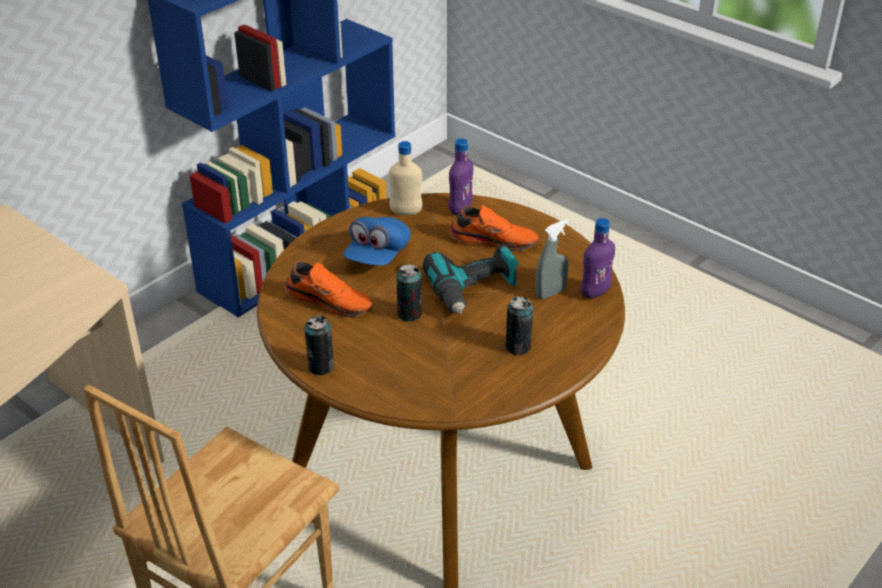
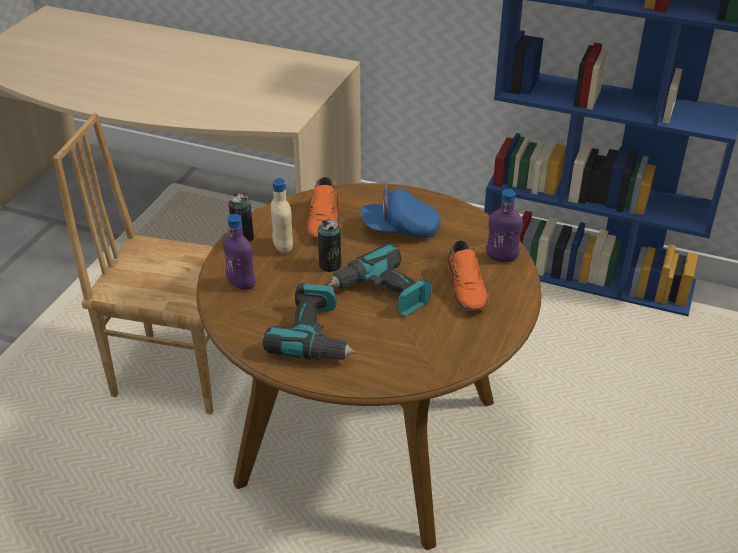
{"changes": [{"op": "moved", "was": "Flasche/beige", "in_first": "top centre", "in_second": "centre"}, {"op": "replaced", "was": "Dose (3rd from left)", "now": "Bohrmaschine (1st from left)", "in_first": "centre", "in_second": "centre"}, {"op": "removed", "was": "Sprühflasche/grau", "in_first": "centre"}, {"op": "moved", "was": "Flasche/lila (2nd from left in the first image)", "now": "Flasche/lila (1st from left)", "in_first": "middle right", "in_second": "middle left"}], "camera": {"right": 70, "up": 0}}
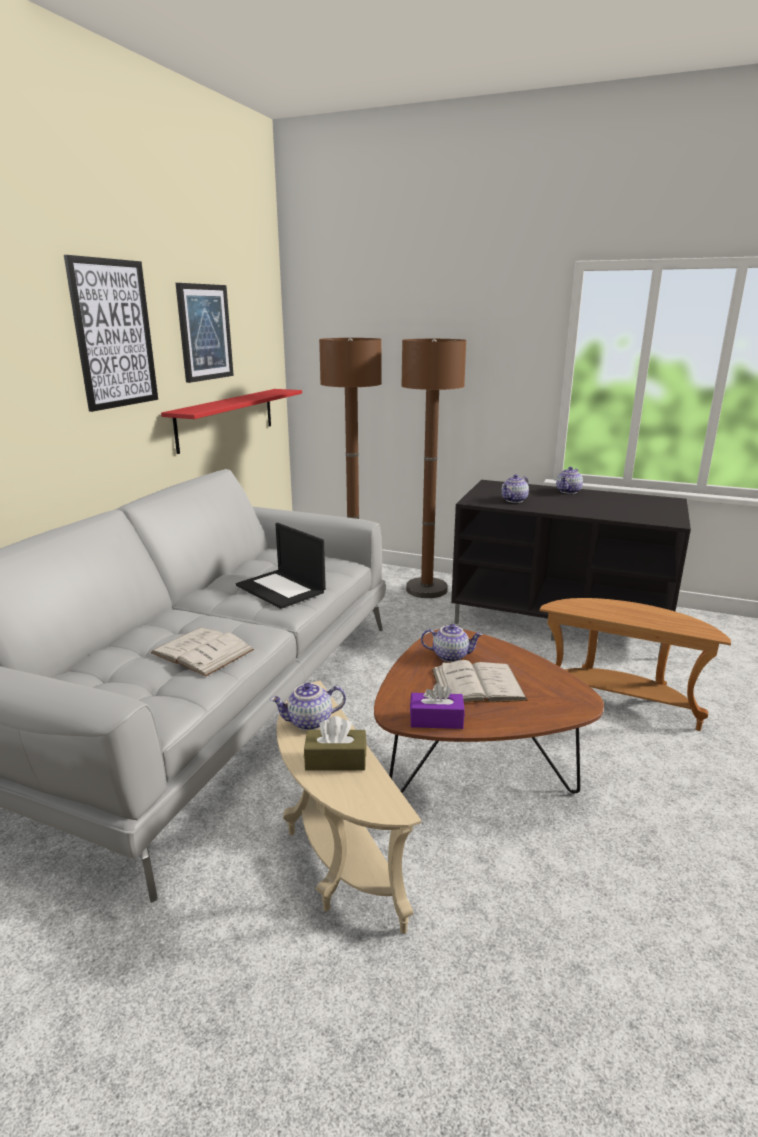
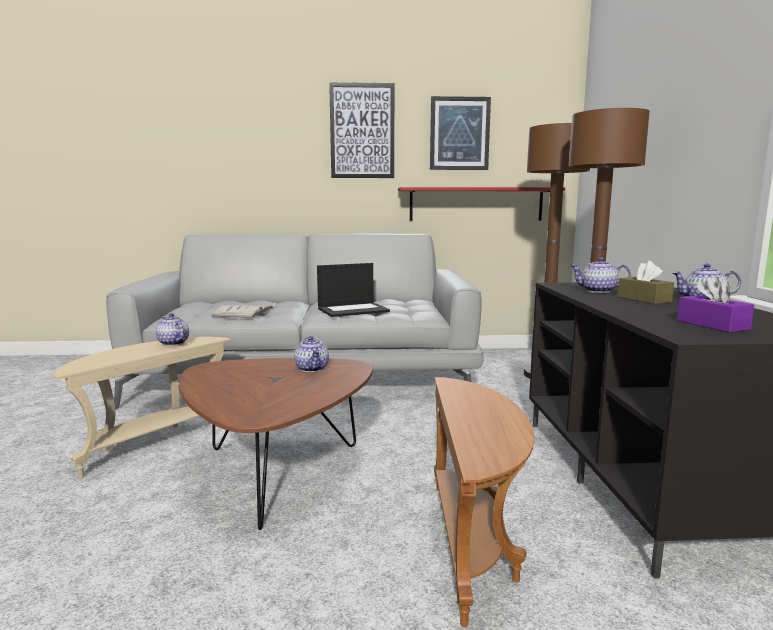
{"changes": [{"op": "turned", "was": "Laptop", "in_first": "centre", "in_second": "centre", "clockwise": -135}, {"op": "moved", "was": "Taschentuchbox/braun", "in_first": "centre", "in_second": "middle right"}, {"op": "moved", "was": "Taschentuchbox/lila", "in_first": "centre", "in_second": "middle right"}, {"op": "removed", "was": "Buch/weiß (2nd from left)", "in_first": "centre"}], "camera": {"right": 65, "up": -10}}
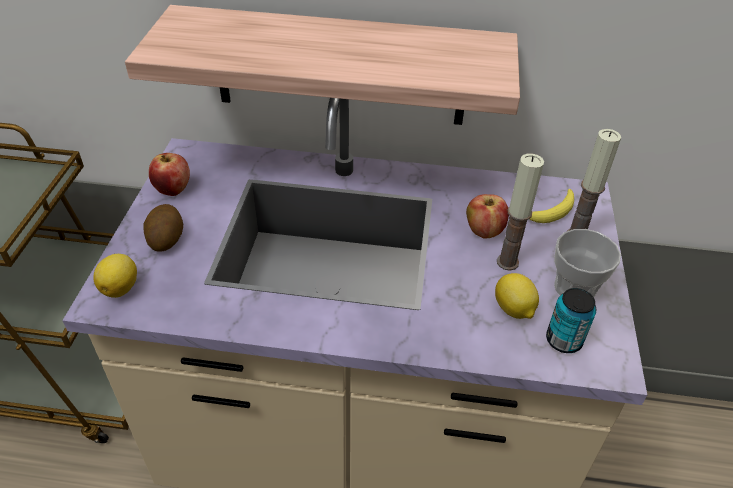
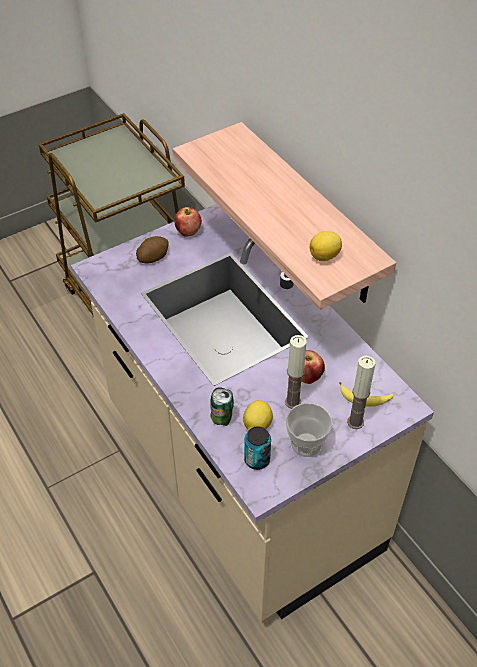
{"changes": [{"op": "moved", "was": "Zitrone (1st from left in the first image)", "now": "Zitrone (2nd from left)", "in_first": "middle left", "in_second": "middle right"}, {"op": "added", "now": "Dose (1st from left)", "in_second": "centre"}], "camera": {"right": 50, "up": 5}}
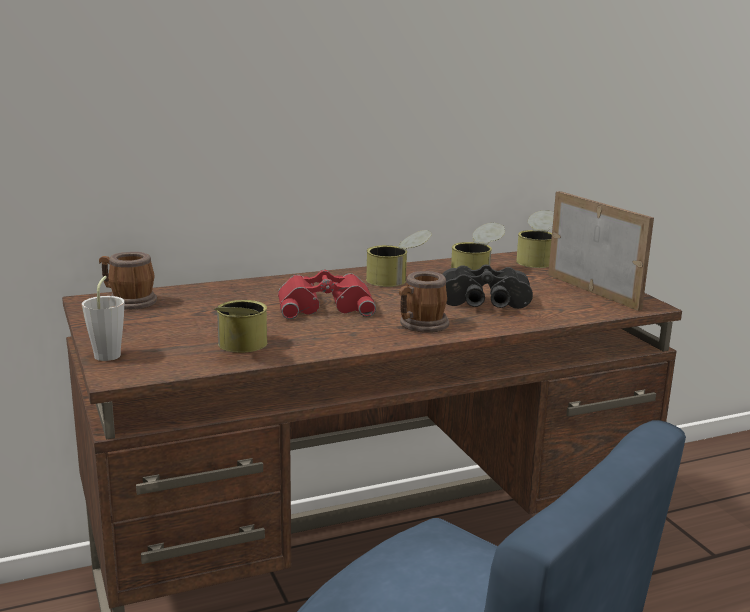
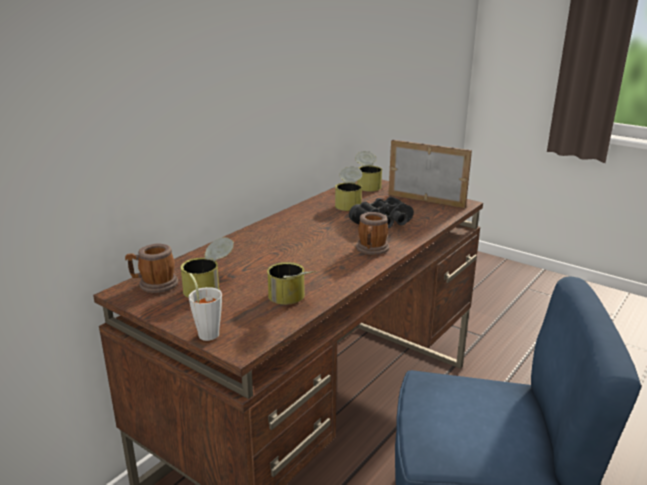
{"changes": [{"op": "removed", "was": "Fernglas/rot", "in_first": "centre"}, {"op": "moved", "was": "Dose (2nd from left in the first image)", "now": "Dose (1st from left)", "in_first": "centre", "in_second": "middle left"}], "camera": {"right": -30, "up": 5}}
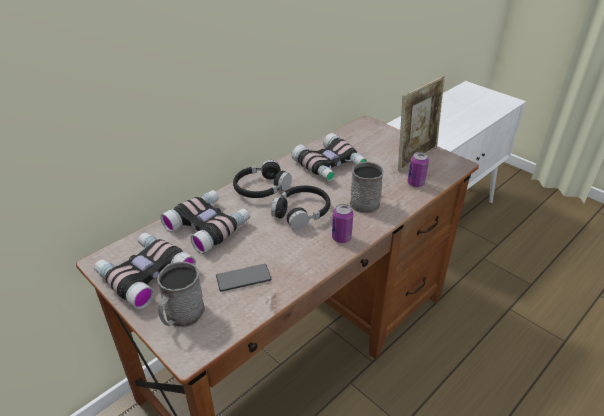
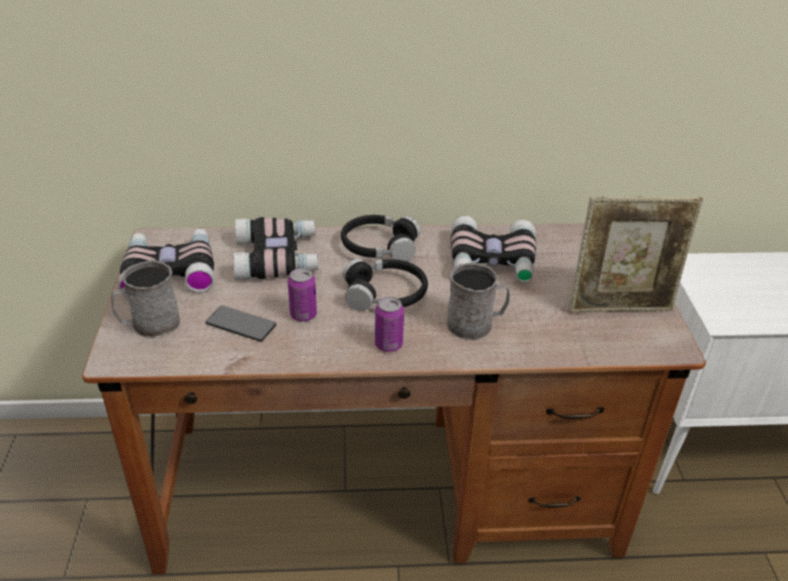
{"changes": [{"op": "moved", "was": "Dose (2nd from left in the first image)", "now": "Dose (1st from left)", "in_first": "middle right", "in_second": "centre"}], "camera": {"right": 40, "up": 0}}
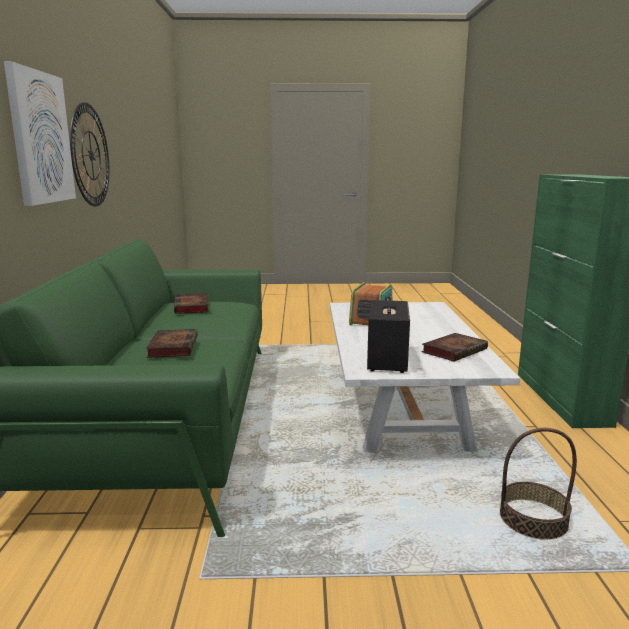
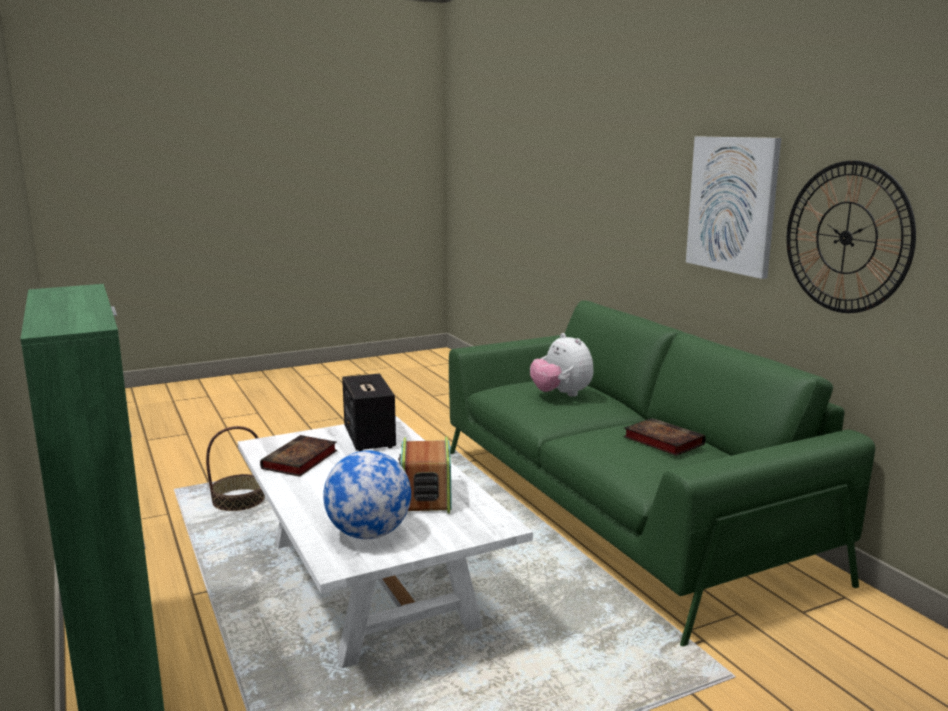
{"changes": [{"op": "replaced", "was": "Buch (1st from left)", "now": "Plüschtier", "in_first": "middle left", "in_second": "centre"}, {"op": "added", "now": "Globus", "in_second": "bottom centre"}], "camera": {"right": 155, "up": 0}}
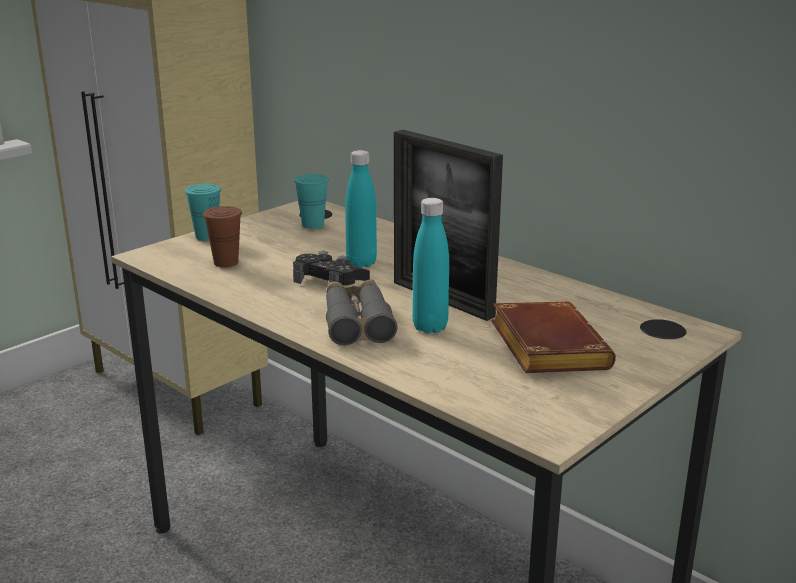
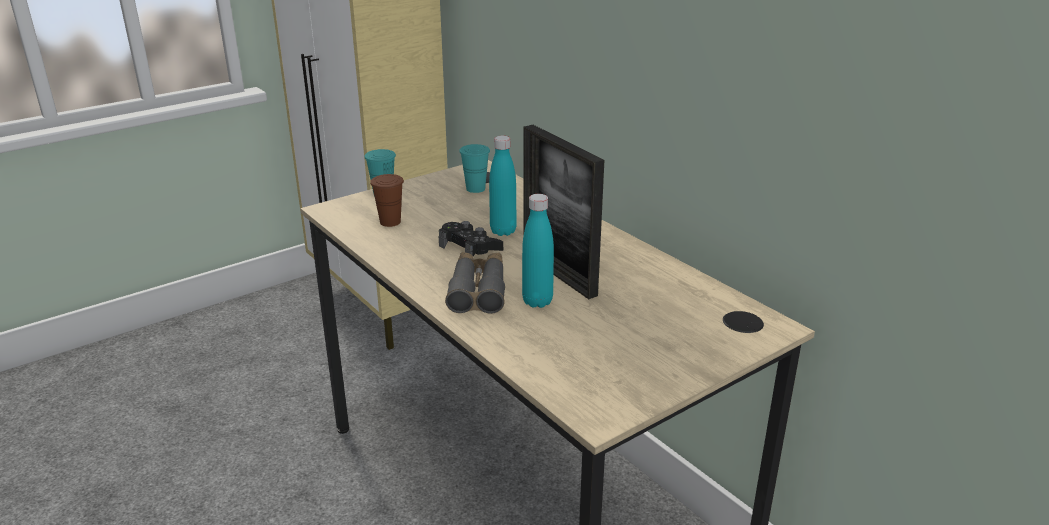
{"changes": [{"op": "removed", "was": "Buch/braun", "in_first": "middle right"}], "camera": {"right": 10, "up": 5}}
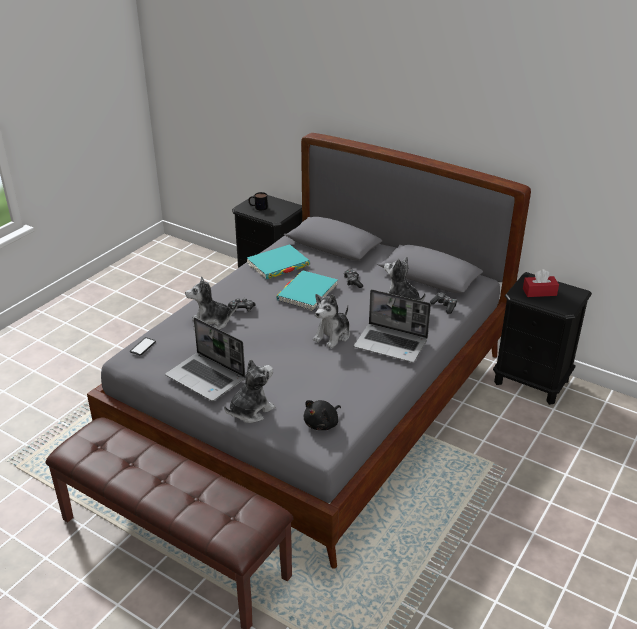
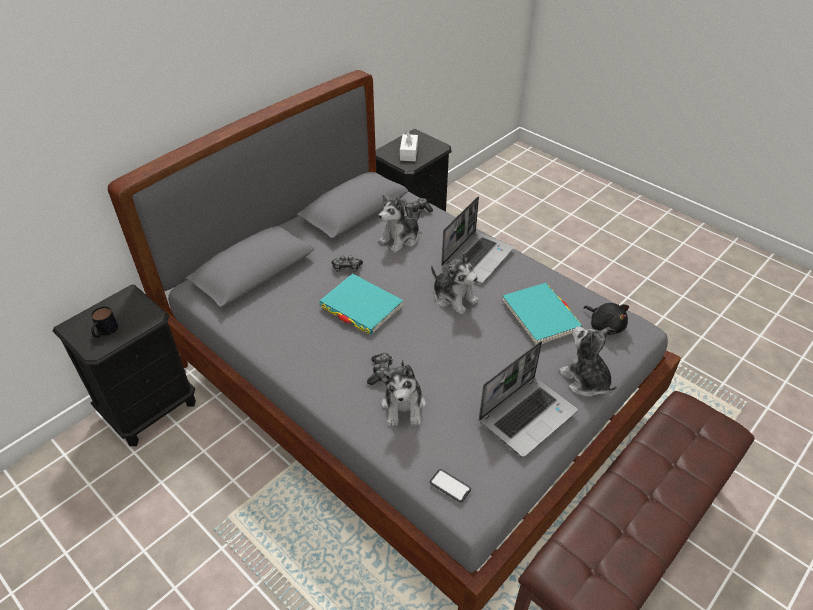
{"changes": [{"op": "moved", "was": "Buch/türkis (1st from left in the first image)", "now": "Buch/türkis (2nd from left)", "in_first": "centre", "in_second": "middle right"}, {"op": "recoloured", "was": "Taschentuchbox/rot", "now": "Taschentuchbox/weiß", "in_first": "middle right", "in_second": "top centre"}], "camera": {"right": -80, "up": 10}}
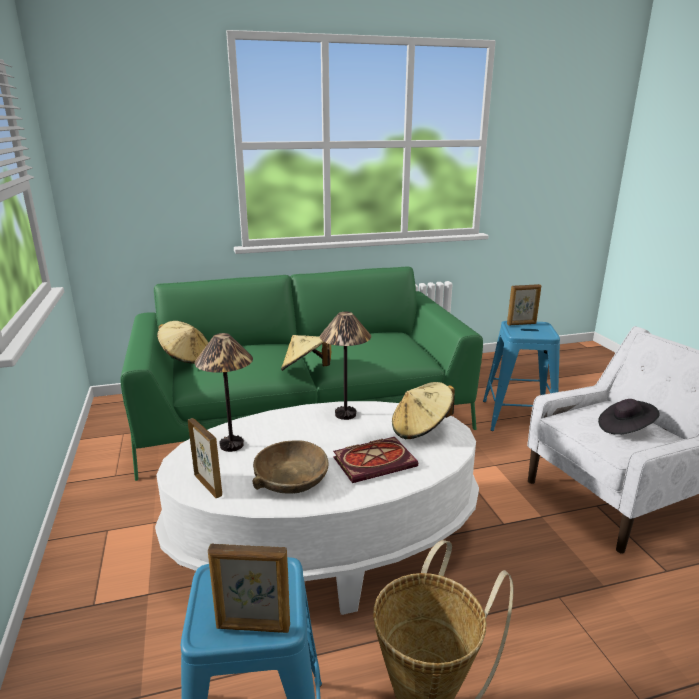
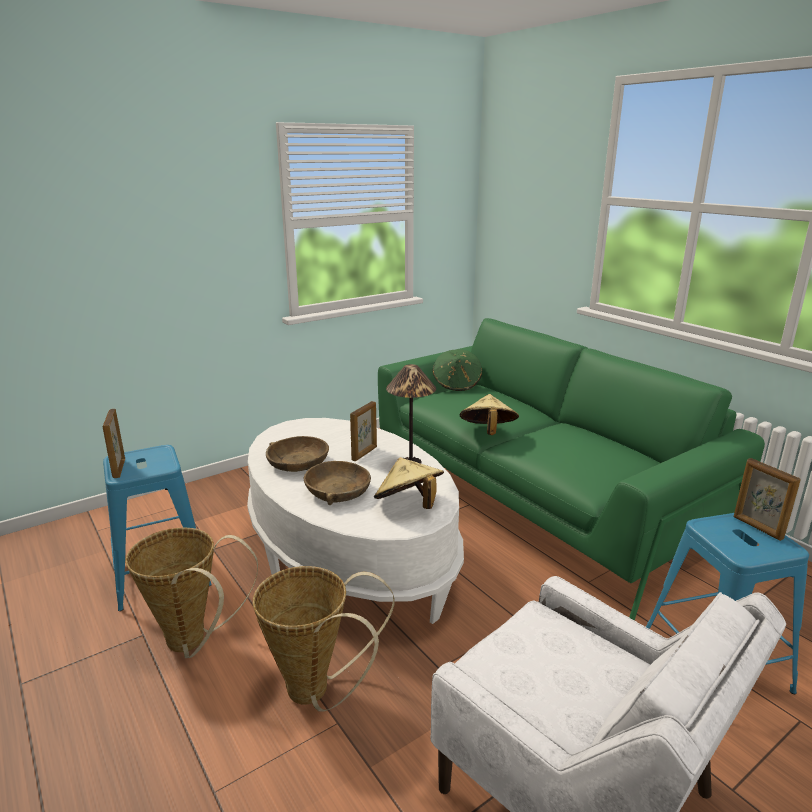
{"changes": [{"op": "recoloured", "was": "Hut/beige (1st from left)", "now": "Hut/grün", "in_first": "middle left", "in_second": "centre"}, {"op": "moved", "was": "Bilderrahmen (1st from left in the first image)", "now": "Bilderrahmen (2nd from left)", "in_first": "middle left", "in_second": "centre"}, {"op": "removed", "was": "Tischlampe (1st from left)", "in_first": "middle left"}, {"op": "replaced", "was": "Buch", "now": "Schüssel/braun (2nd from left)", "in_first": "centre", "in_second": "centre"}, {"op": "removed", "was": "Hut/schwarz", "in_first": "middle right"}, {"op": "added", "now": "Korb (2nd from left)", "in_second": "bottom centre"}], "camera": {"right": 70, "up": 0}}
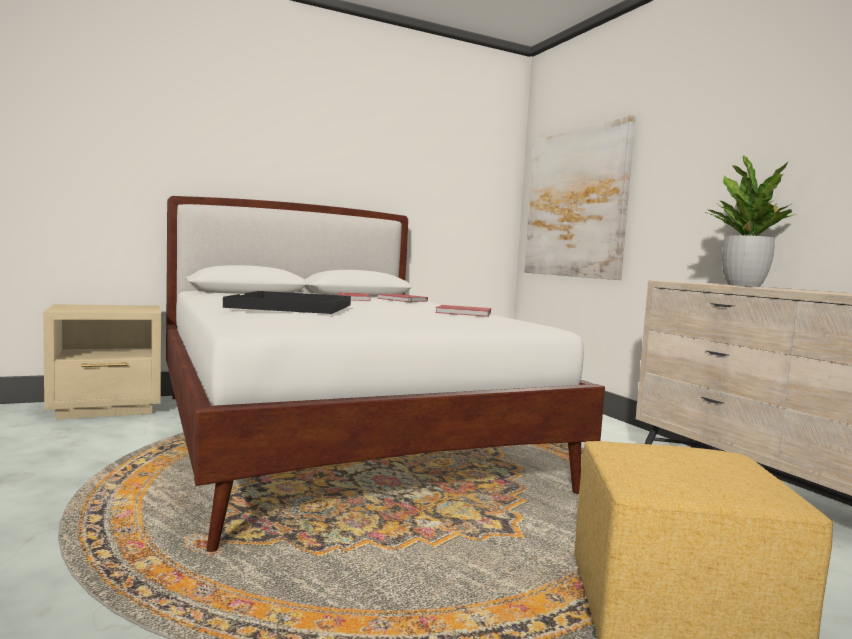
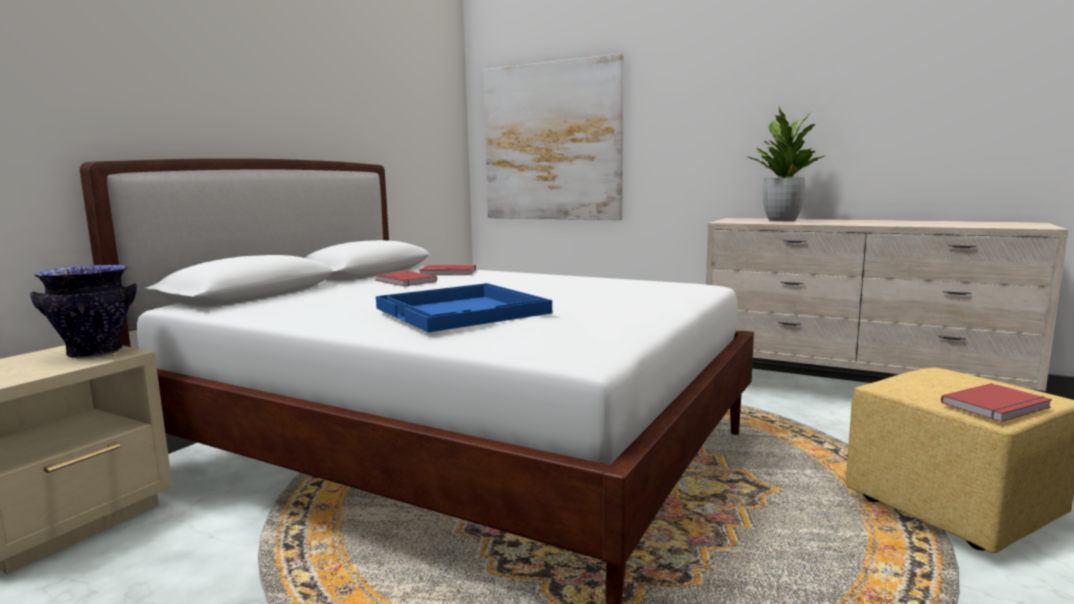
{"changes": [{"op": "recoloured", "was": "Tablett/schwarz", "now": "Tablett/blau", "in_first": "centre", "in_second": "centre"}, {"op": "moved", "was": "Buch/rot (3rd from left)", "in_first": "centre", "in_second": "middle right"}, {"op": "added", "now": "Vase", "in_second": "middle left"}], "camera": {"right": -35, "up": 5}}
